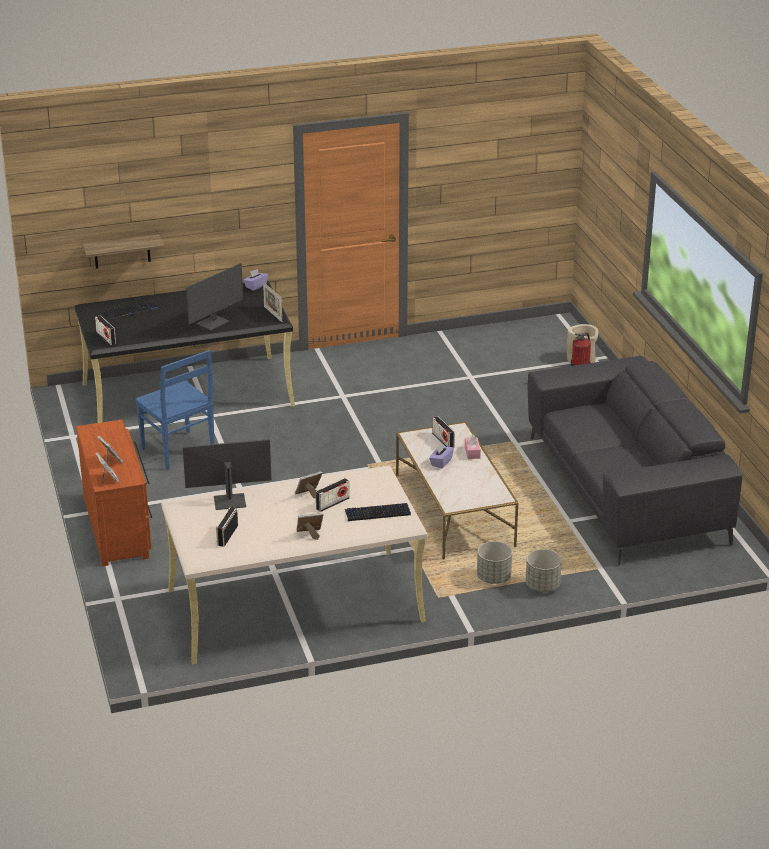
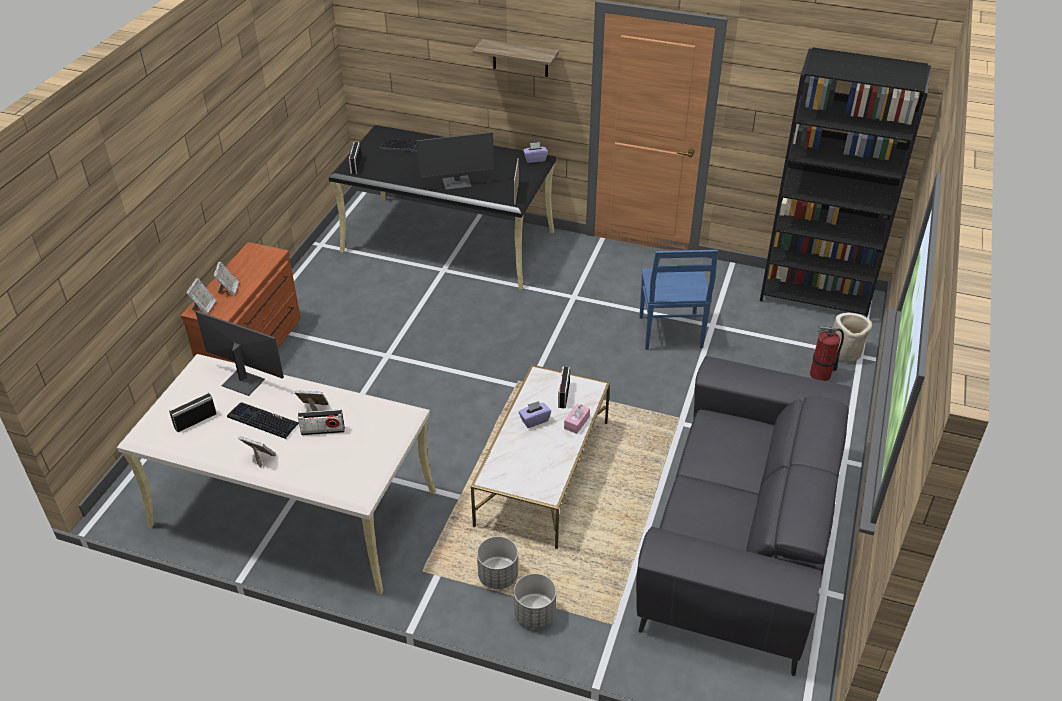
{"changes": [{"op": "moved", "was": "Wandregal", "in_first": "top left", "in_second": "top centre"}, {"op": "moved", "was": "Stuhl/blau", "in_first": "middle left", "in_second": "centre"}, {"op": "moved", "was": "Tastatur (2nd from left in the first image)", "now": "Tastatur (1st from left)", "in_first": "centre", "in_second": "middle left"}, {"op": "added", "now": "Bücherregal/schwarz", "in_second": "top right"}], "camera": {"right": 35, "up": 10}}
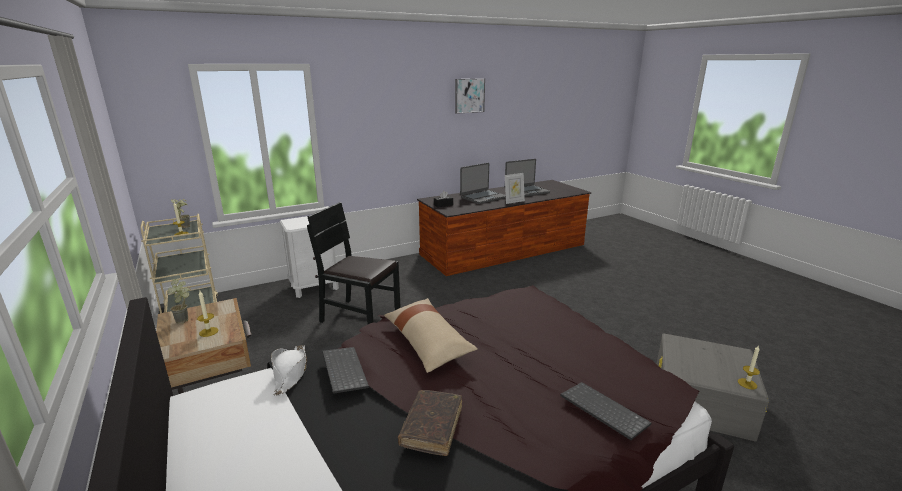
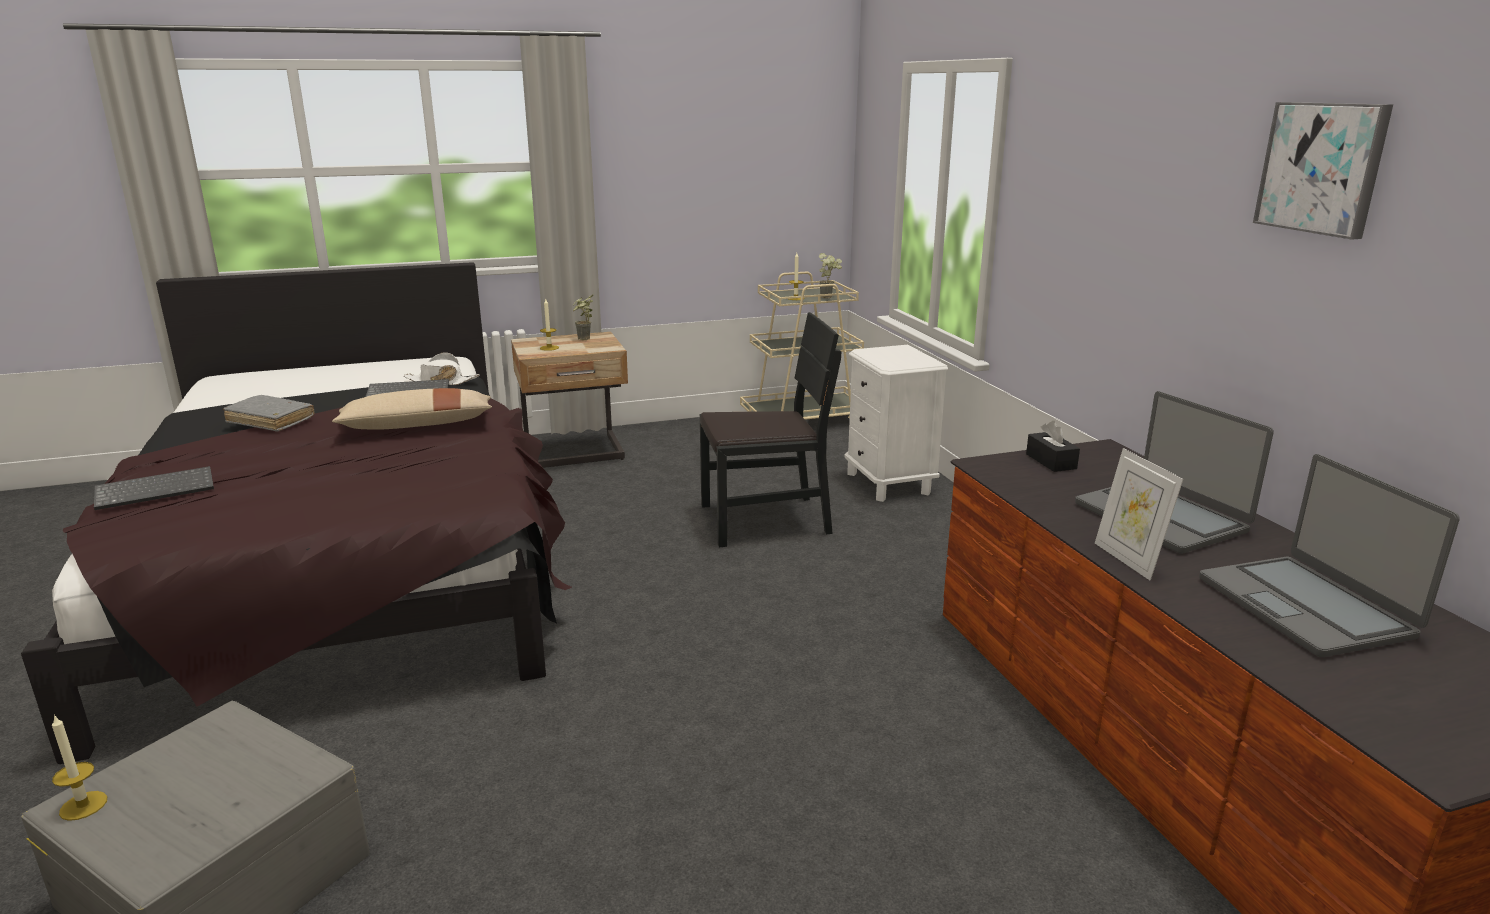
{"changes": [{"op": "turned", "was": "Stuhl/schwarz", "in_first": "centre", "in_second": "centre", "clockwise": 45}, {"op": "recoloured", "was": "Buch/braun", "now": "Buch/grau", "in_first": "bottom centre", "in_second": "middle left"}], "camera": {"right": 100, "up": 0}}
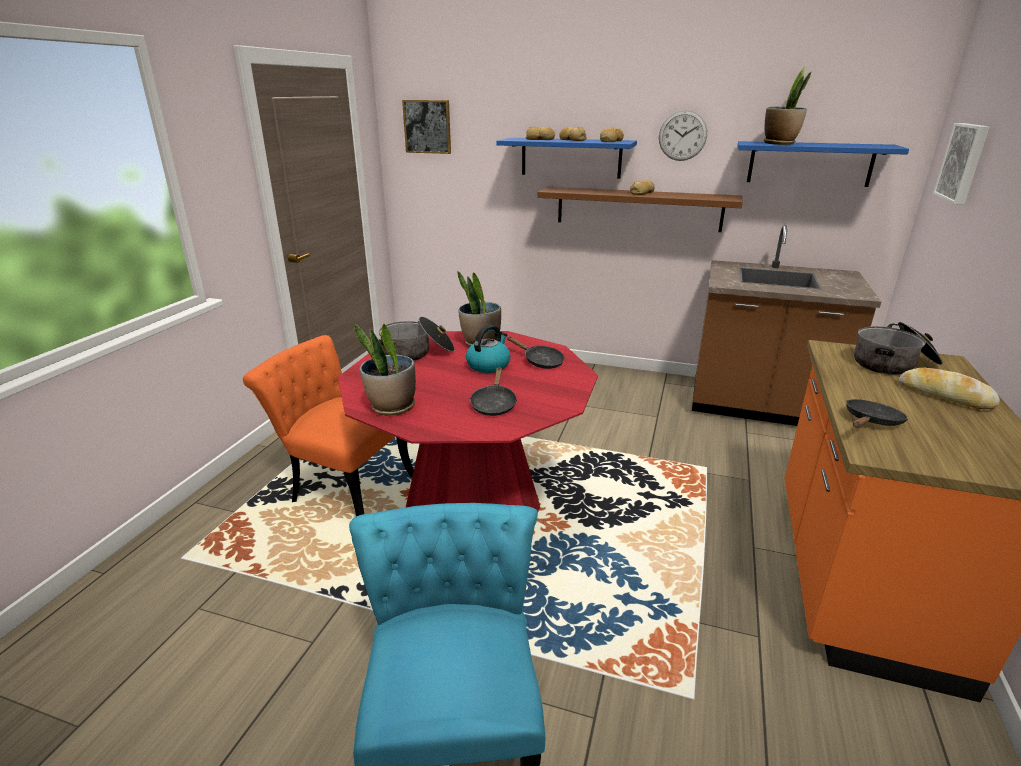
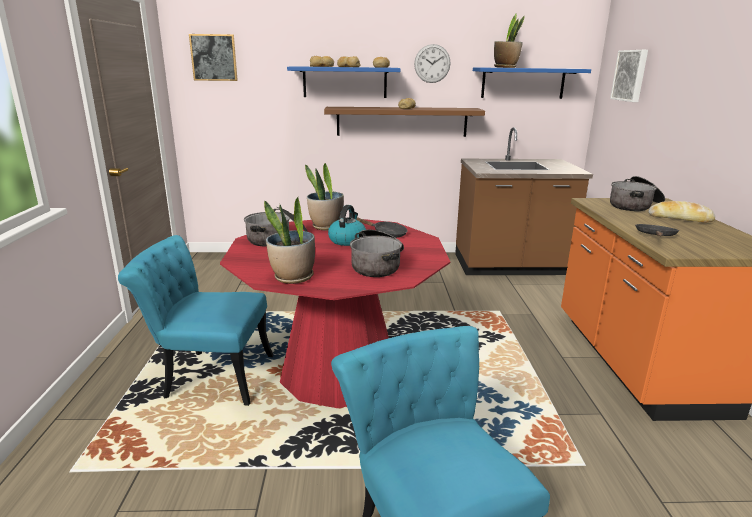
{"changes": [{"op": "recoloured", "was": "Stuhl/orange", "now": "Stuhl/türkis (1st from left)", "in_first": "middle left", "in_second": "middle left"}, {"op": "replaced", "was": "Pfanne/schwarz (1st from left)", "now": "Kochtopf (2nd from left)", "in_first": "centre", "in_second": "centre"}], "camera": {"right": -20, "up": -5}}
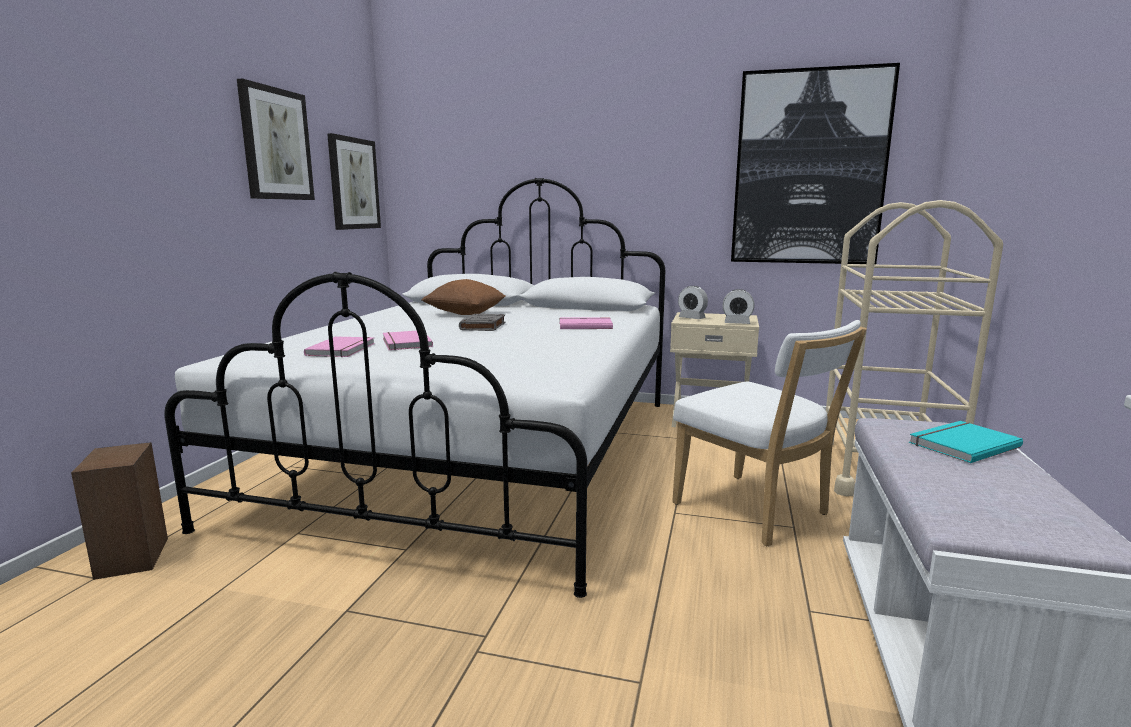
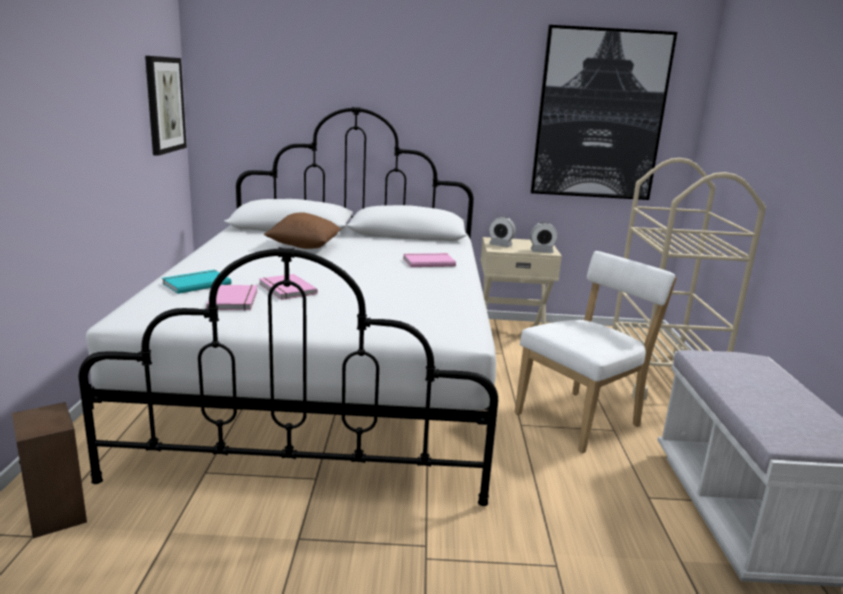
{"changes": [{"op": "removed", "was": "Bild (1st from left)", "in_first": "top left"}, {"op": "removed", "was": "Buch/grau", "in_first": "centre"}, {"op": "turned", "was": "Stuhl/weiß", "in_first": "middle right", "in_second": "middle right", "clockwise": -75}, {"op": "moved", "was": "Buch/türkis", "in_first": "middle right", "in_second": "middle left"}], "camera": {"right": -15, "up": 5}}
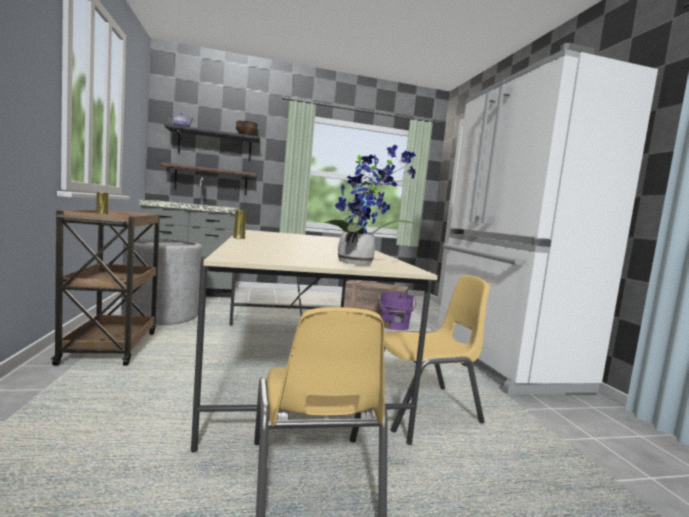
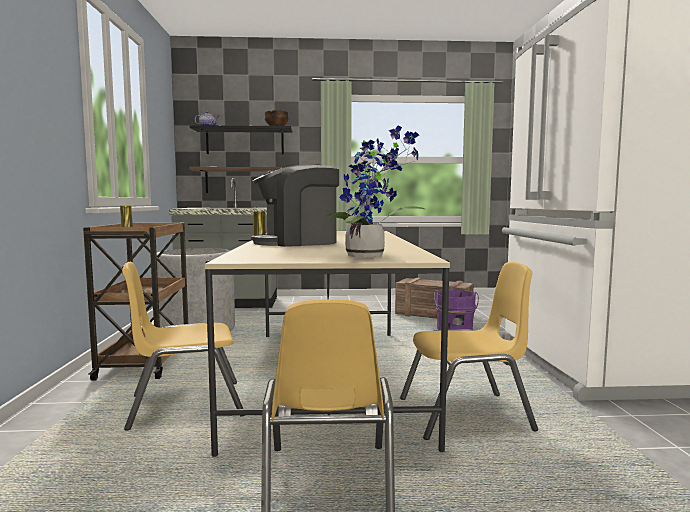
{"changes": [{"op": "added", "now": "Stuhl/gelb (1st from left)", "in_second": "bottom left"}, {"op": "added", "now": "Kaffeemaschine", "in_second": "centre"}], "camera": {"right": 10, "up": 0}}
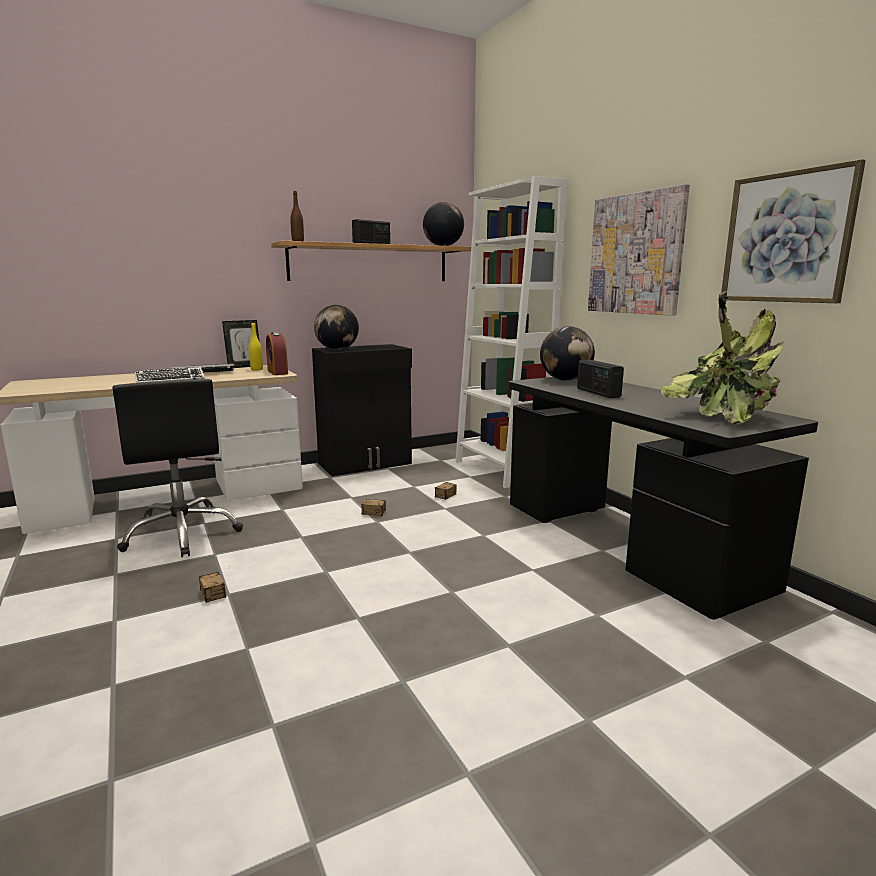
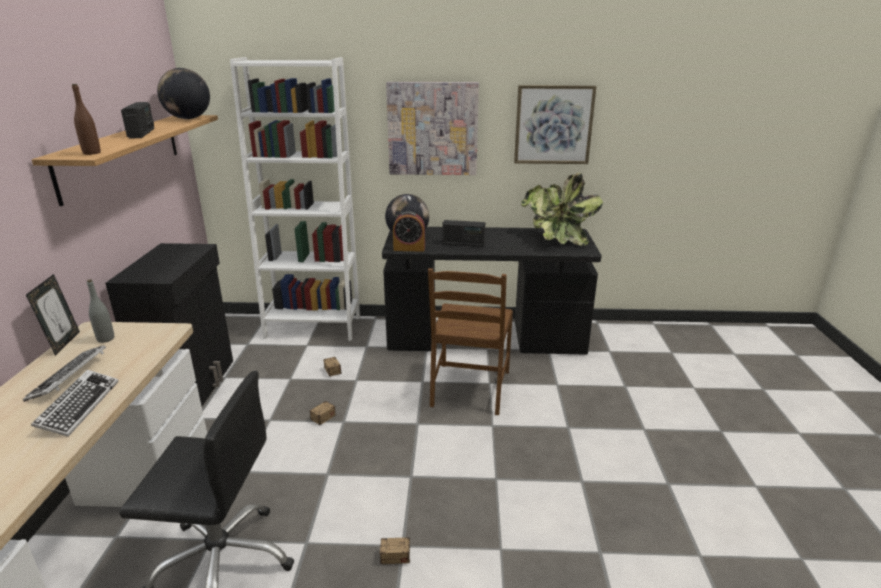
{"changes": [{"op": "recoloured", "was": "Flasche/gelb", "now": "Flasche/grau", "in_first": "middle left", "in_second": "middle left"}, {"op": "moved", "was": "Wecker", "in_first": "middle left", "in_second": "centre"}, {"op": "removed", "was": "Globus (1st from left)", "in_first": "centre"}, {"op": "added", "now": "Stuhl/braun", "in_second": "centre"}], "camera": {"right": -60, "up": 10}}
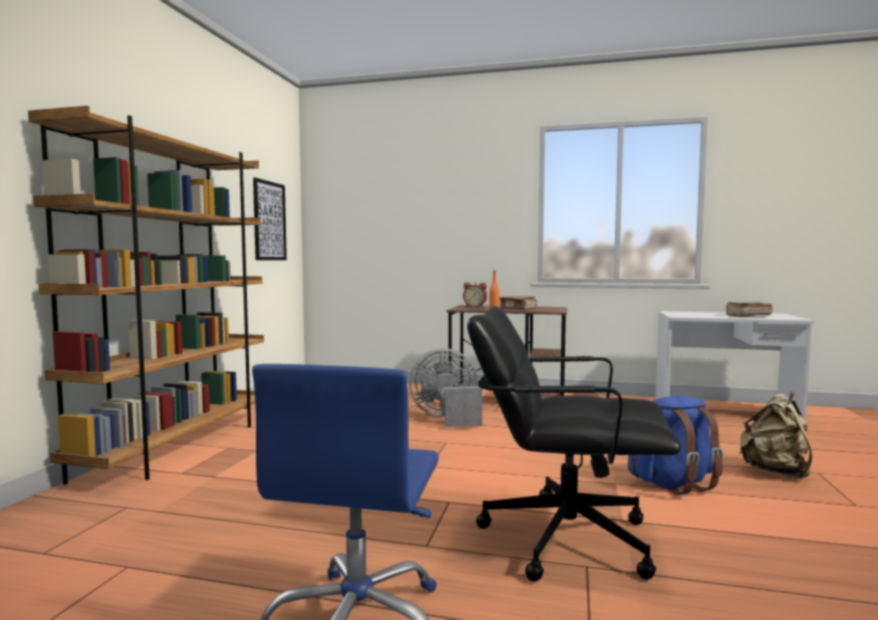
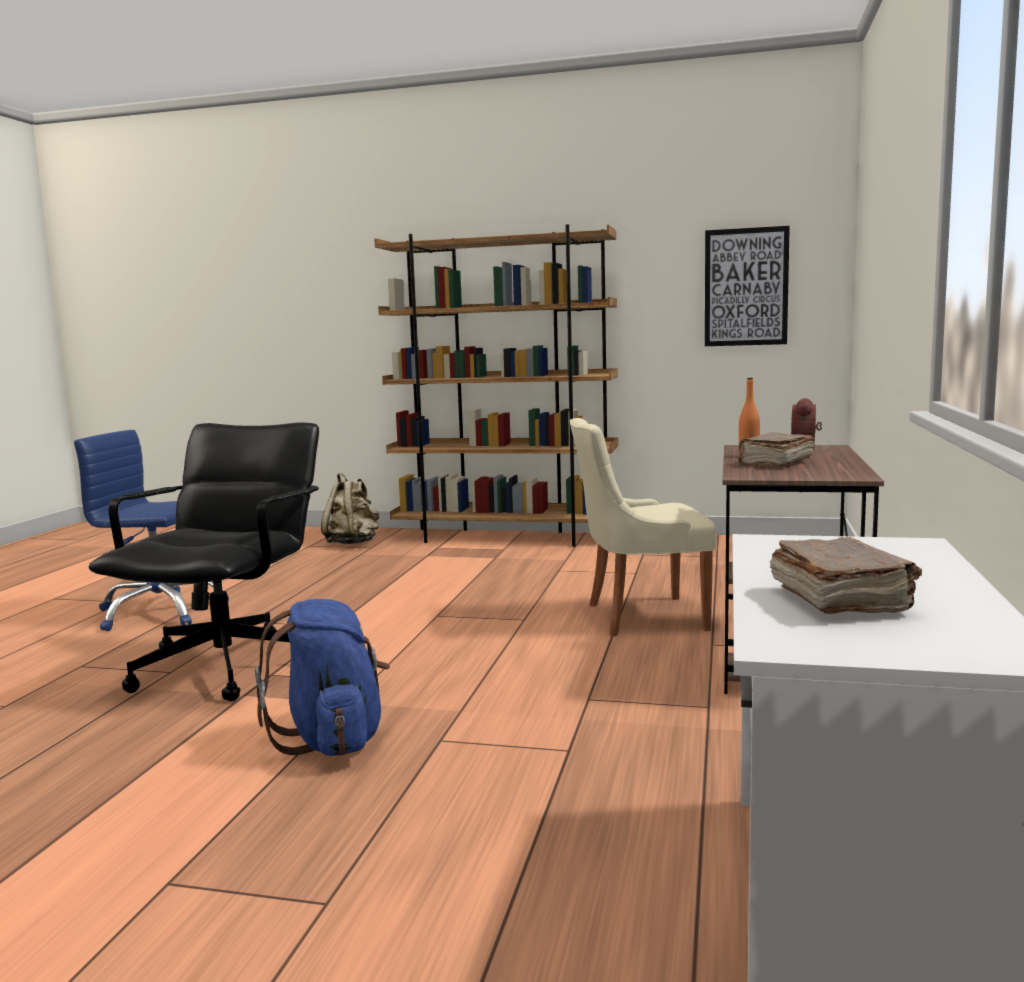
{"changes": [{"op": "replaced", "was": "Ventilator/grau", "now": "Stuhl/beige", "in_first": "centre", "in_second": "centre"}, {"op": "moved", "was": "Rucksack/beige", "in_first": "bottom right", "in_second": "centre"}], "camera": {"right": 90, "up": 5}}
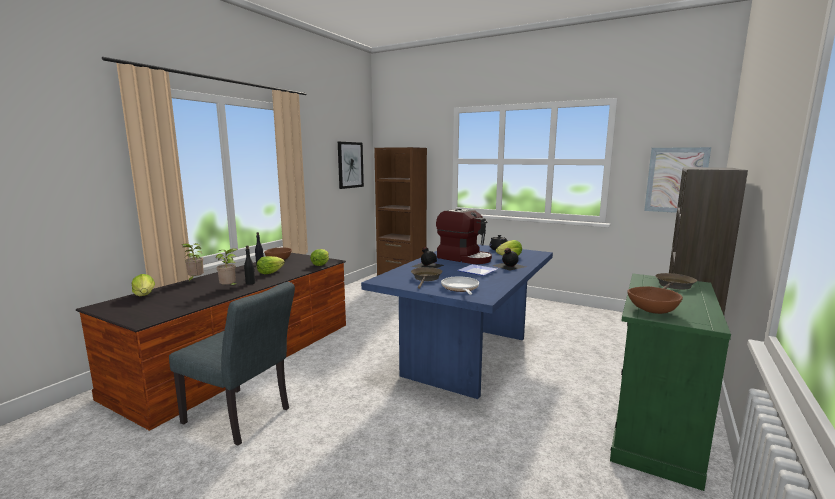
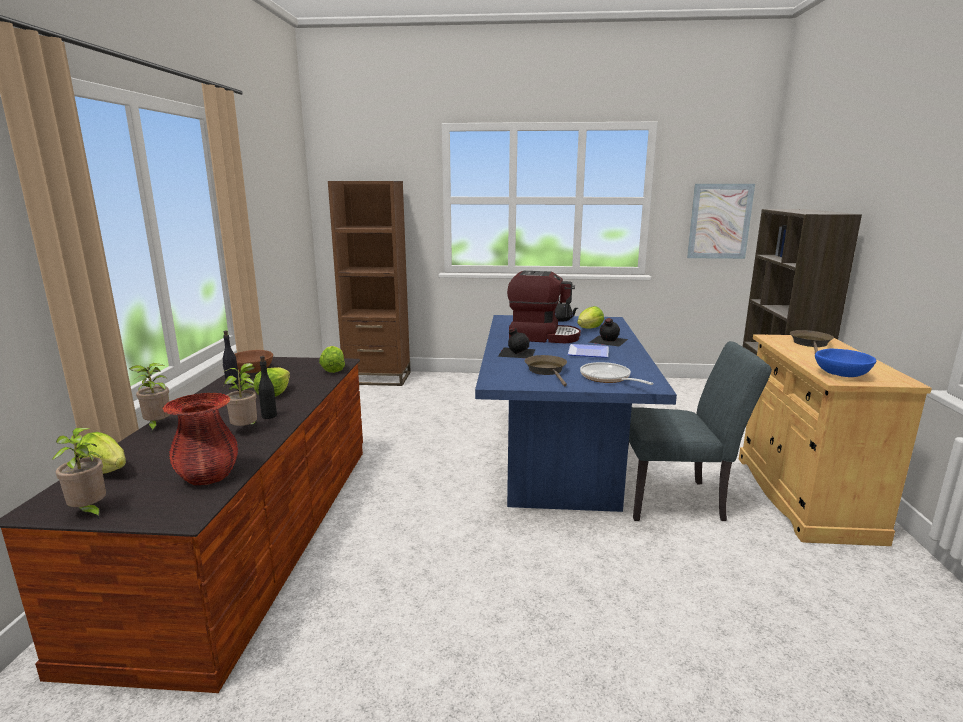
{"changes": [{"op": "moved", "was": "Stuhl/grau", "in_first": "bottom left", "in_second": "middle right"}, {"op": "removed", "was": "Bild (1st from left)", "in_first": "top centre"}, {"op": "recoloured", "was": "Schrank/grün", "now": "Schrank/beige", "in_first": "bottom right", "in_second": "middle right"}, {"op": "recoloured", "was": "Schüssel/braun (2nd from left)", "now": "Schüssel/blau", "in_first": "middle right", "in_second": "middle right"}, {"op": "added", "now": "Topfpflanze (1st from left)", "in_second": "middle left"}, {"op": "added", "now": "Vase/rot", "in_second": "middle left"}], "camera": {"right": -25, "up": 5}}
